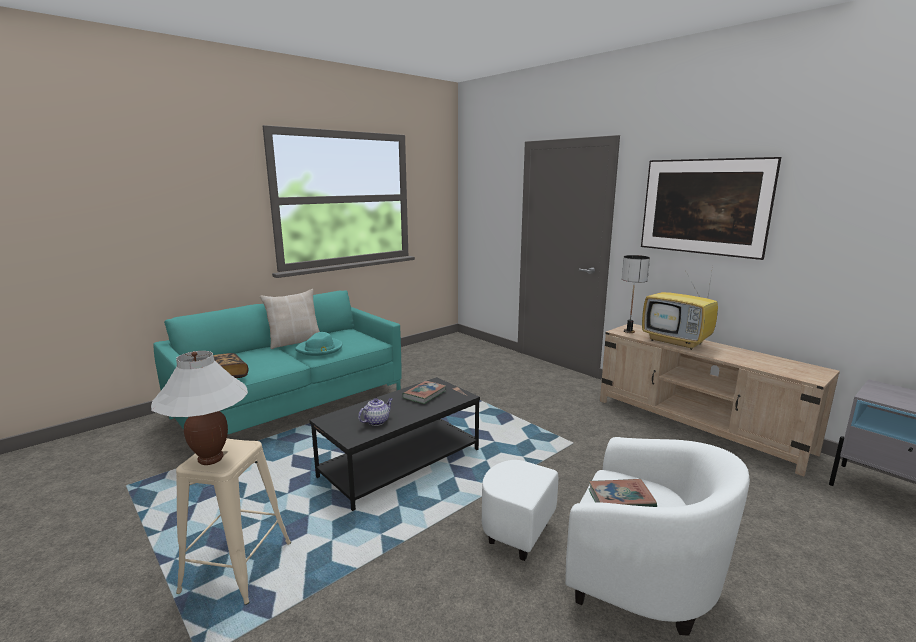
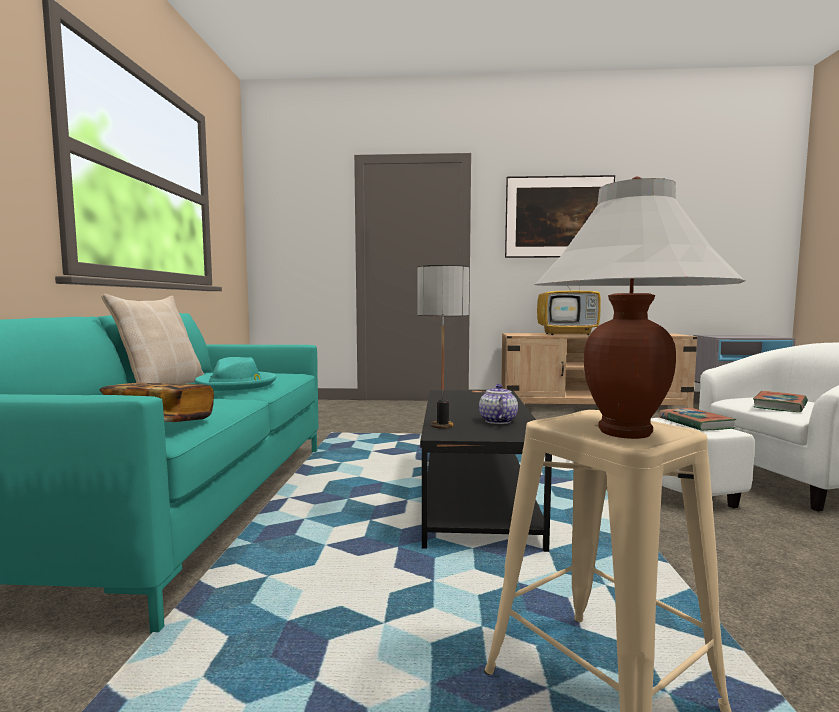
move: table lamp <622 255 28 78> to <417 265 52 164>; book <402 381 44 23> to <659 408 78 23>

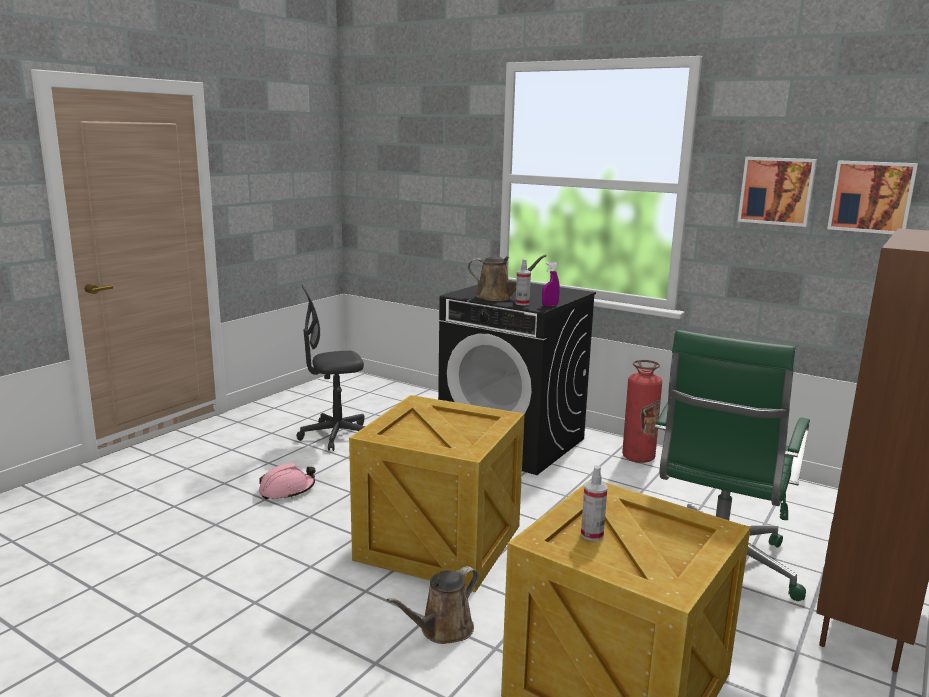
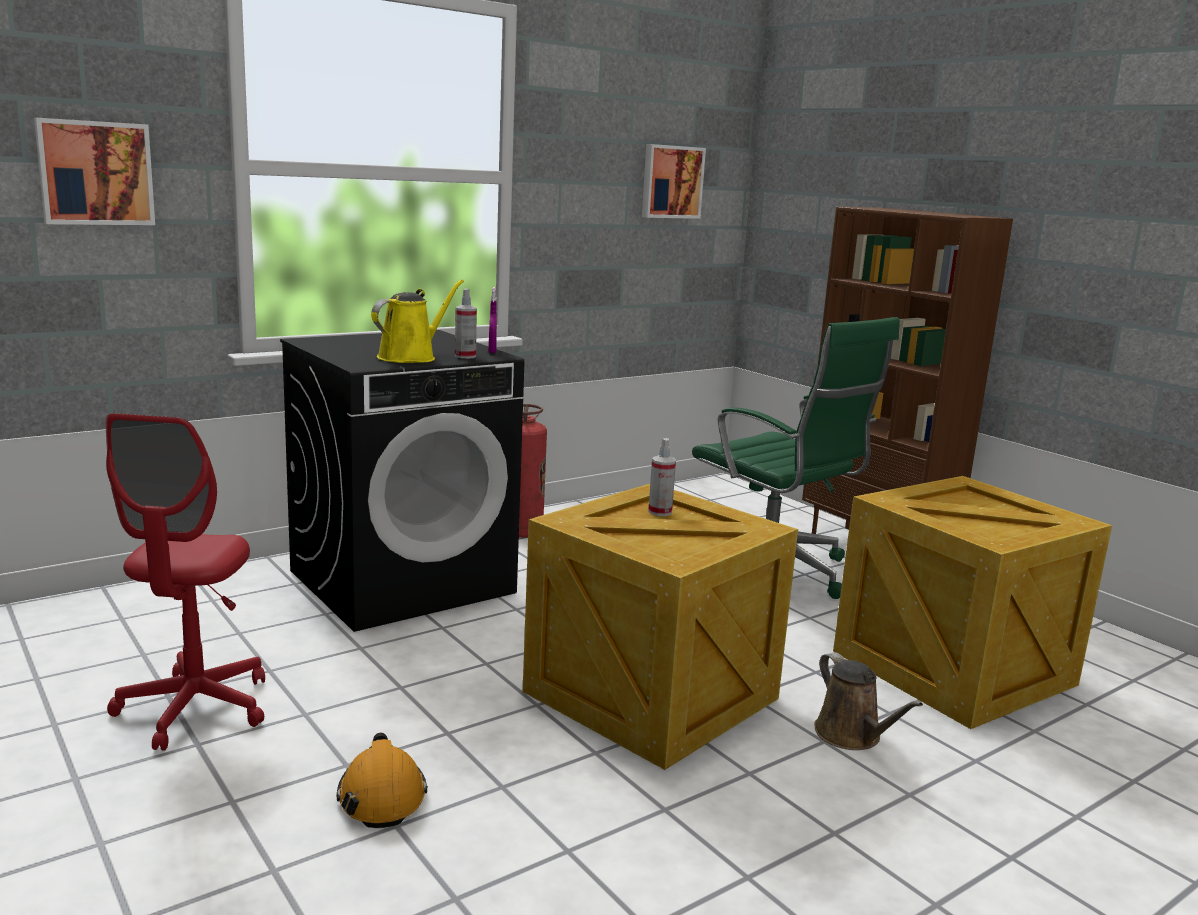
move: picture <738 157 79 70> to <34 118 121 107>; spray bottle <581 465 27 76> to <648 438 28 78>
recolor: grey office chair <297 285 68 166> to red office chair <105 413 160 338>; pink hard hat <259 463 56 37> to orange hard hat <336 732 92 96>; brown watering can <468 255 79 46> to yellow watering can <371 280 93 83>

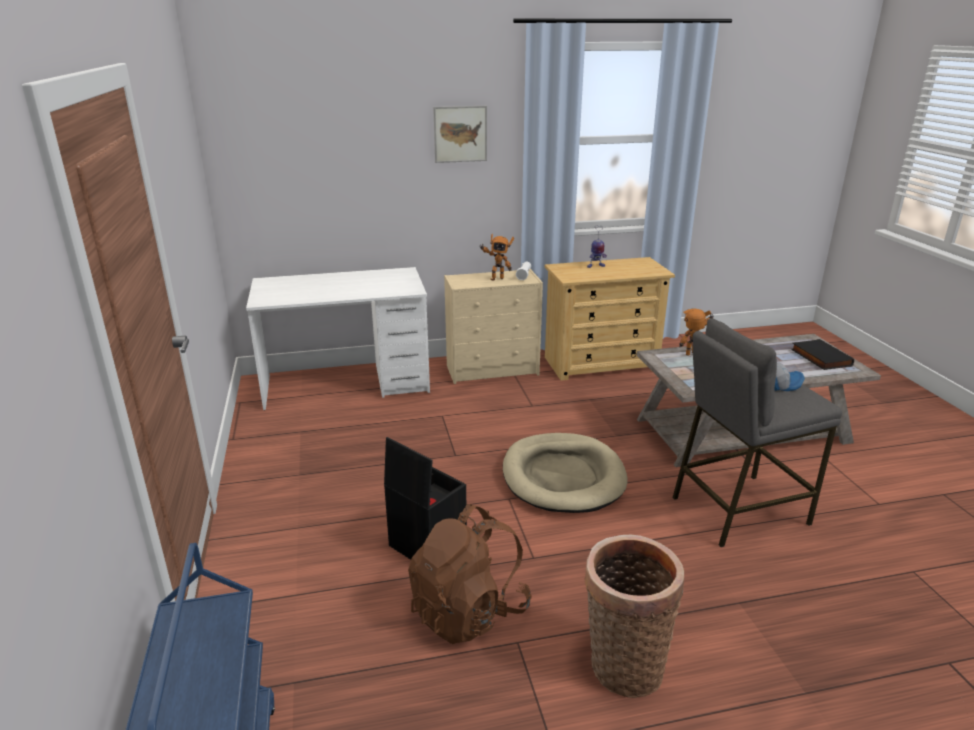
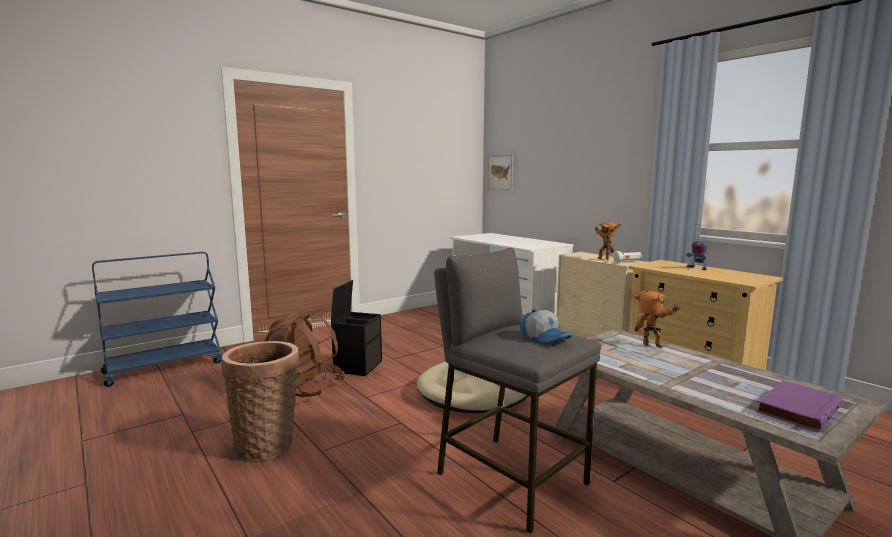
move: picture <433 106 54 57> to <488 155 25 35>
recolor: black book <791 339 63 31> to purple book <756 380 86 52>

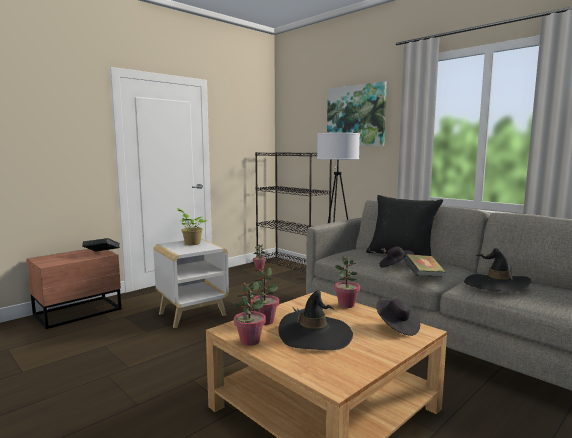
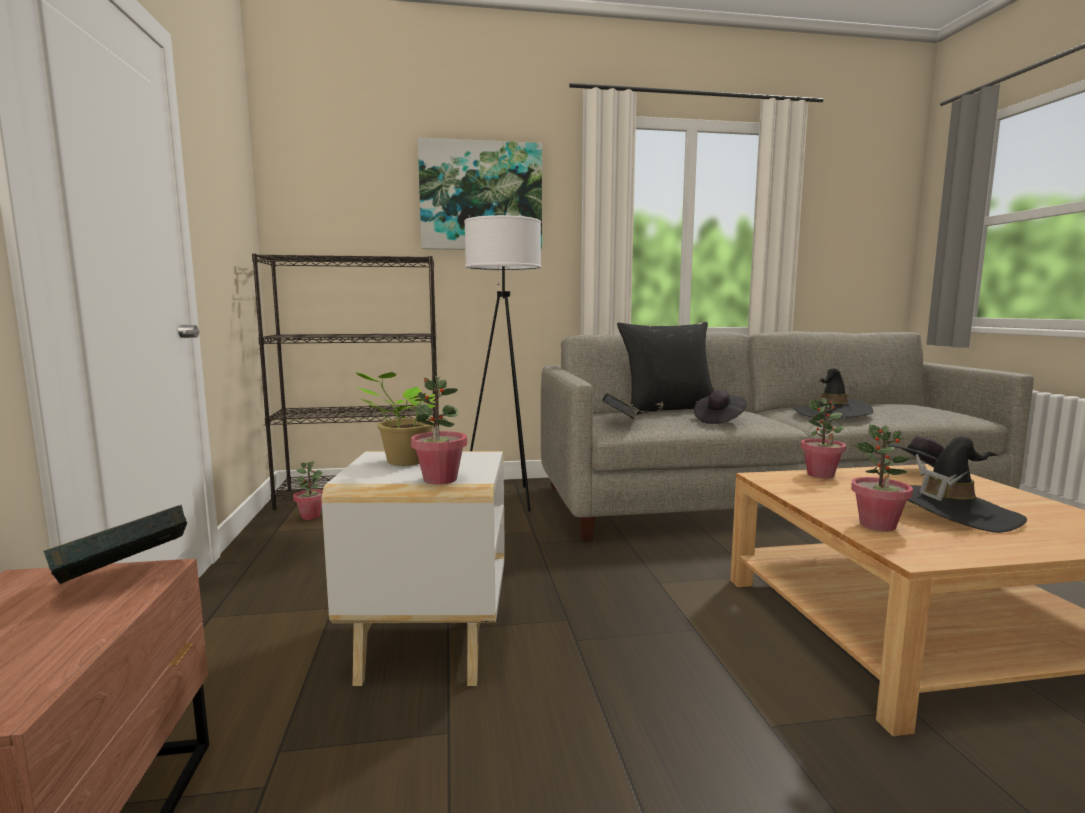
move: potted plant <234 281 32 65> to <411 375 56 110>; book <403 254 43 23> to <602 393 37 26>

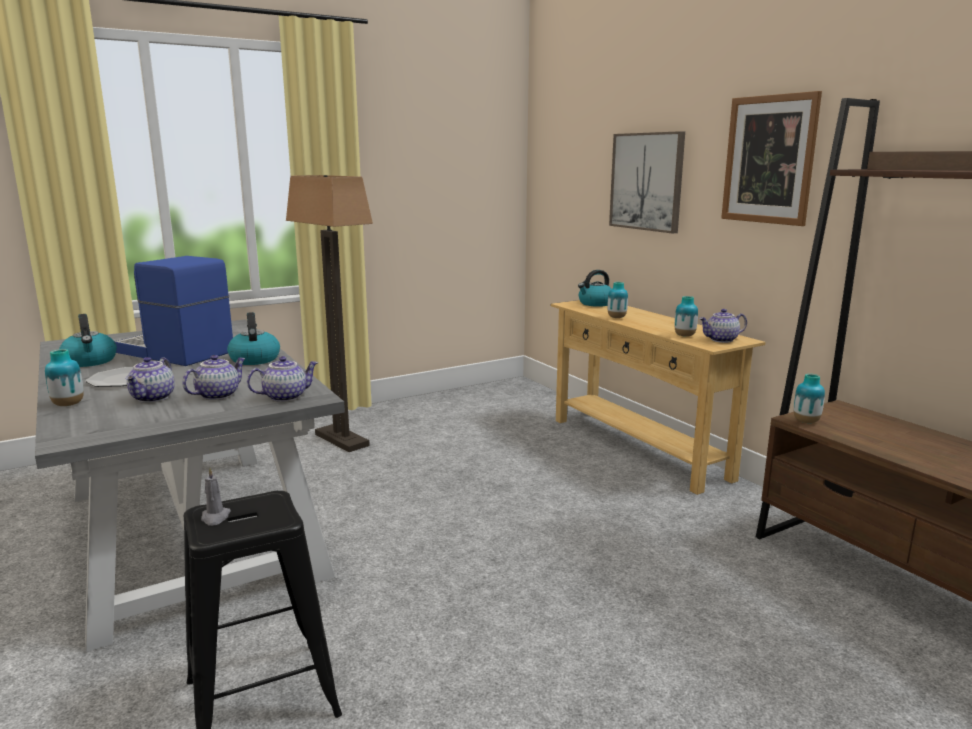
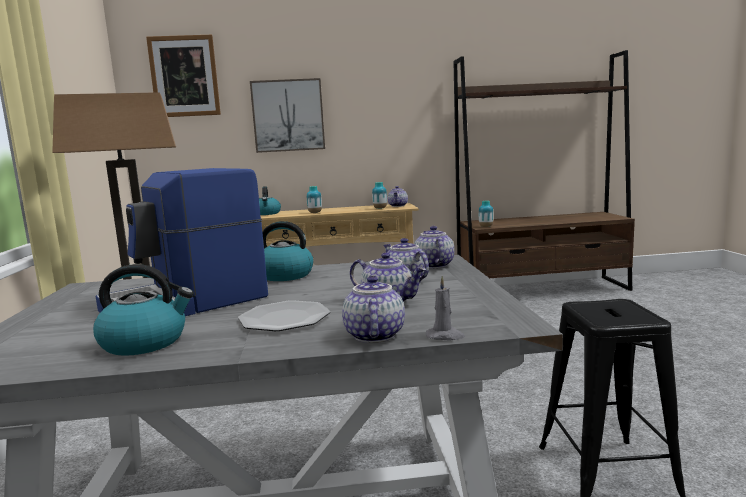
move: picture <721 91 101 135> to <146 35 75 82>; grey candle <201 468 30 58> to <426 276 39 64>
replace: vase <45 349 39 57> to teapot <342 276 63 67>

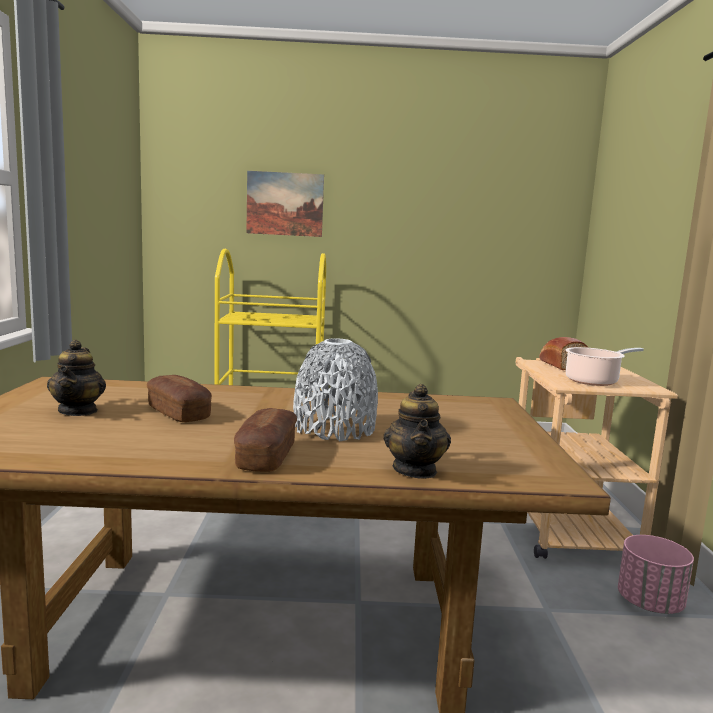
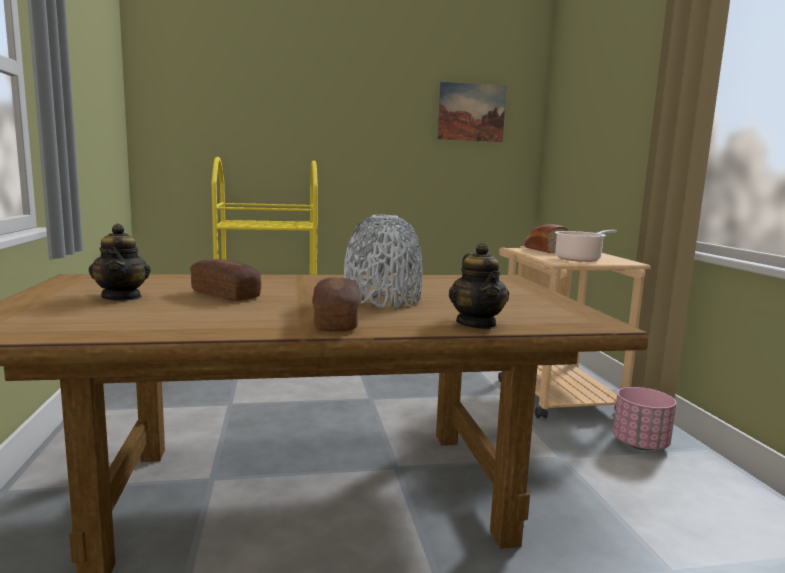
move: picture <246 171 78 66> to <437 82 70 60>

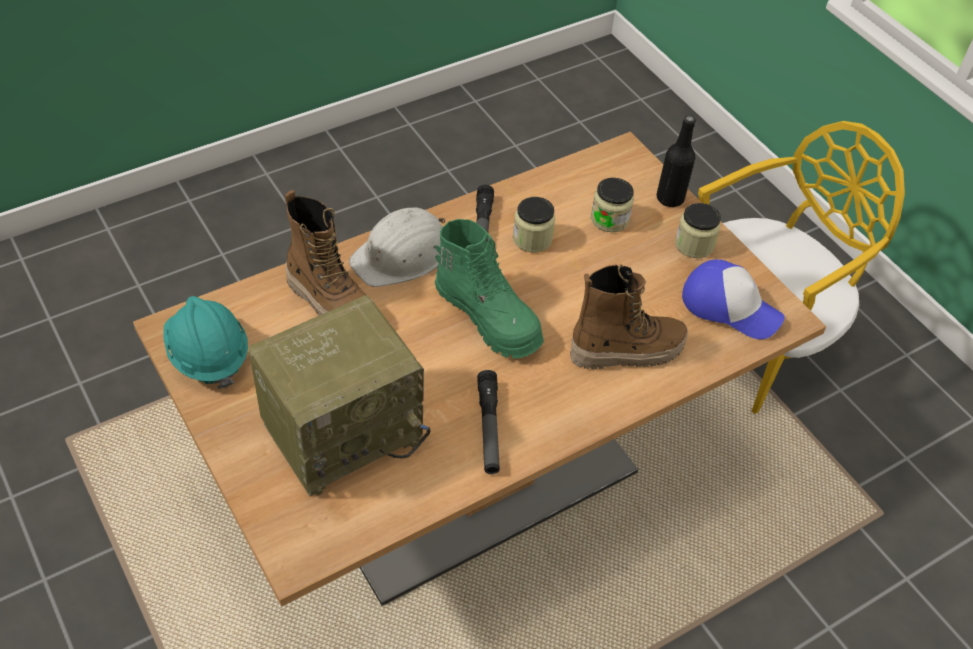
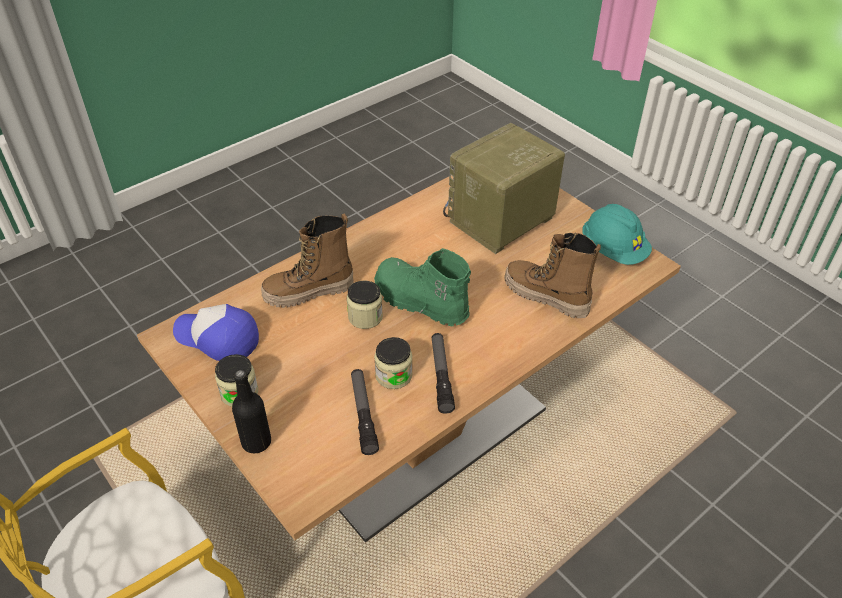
delete: white hard hat <349 208 96 79>
move: jar <591 178 43 54> to <347 281 36 48>; flashlight <477 370 23 104> to <351 369 28 86>

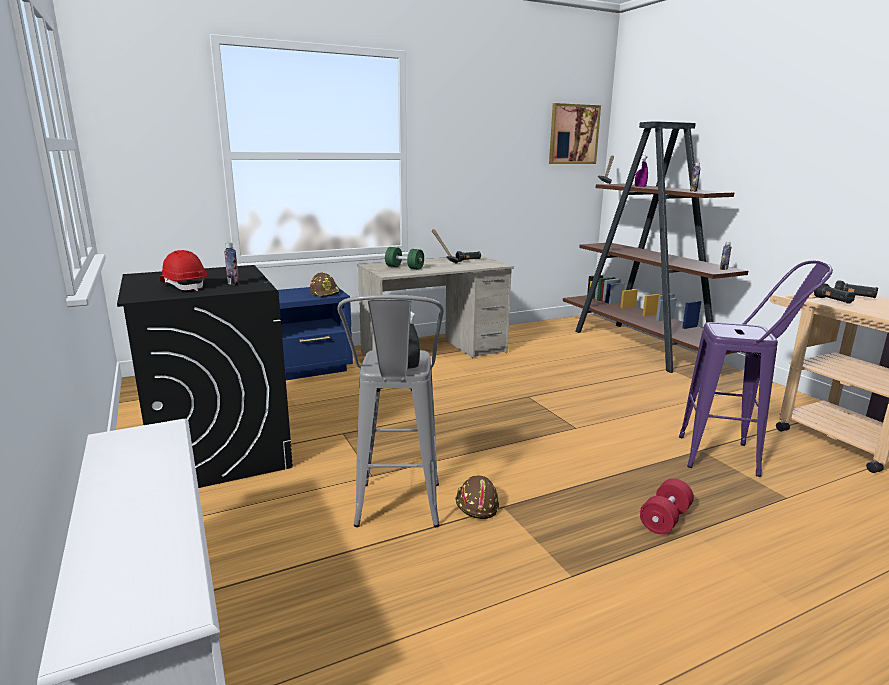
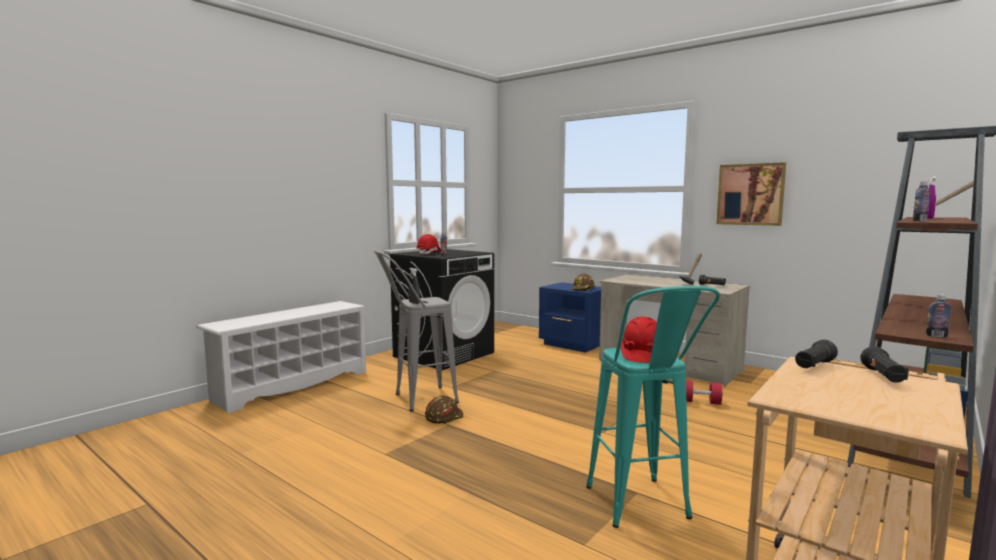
delete: green dumbbell <385 247 39 23>
insert: red hard hat <621 317 36 46>
move: red dumbbell <640 478 54 56> to <686 380 37 25>; picture <549 103 52 61> to <717 162 69 64>
recolor: purple stool <679 260 154 217> to turquoise stool <586 286 134 242>

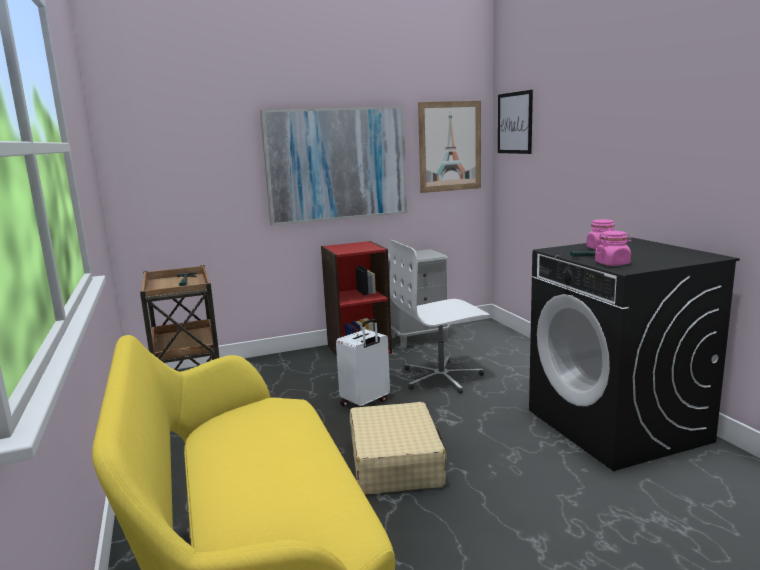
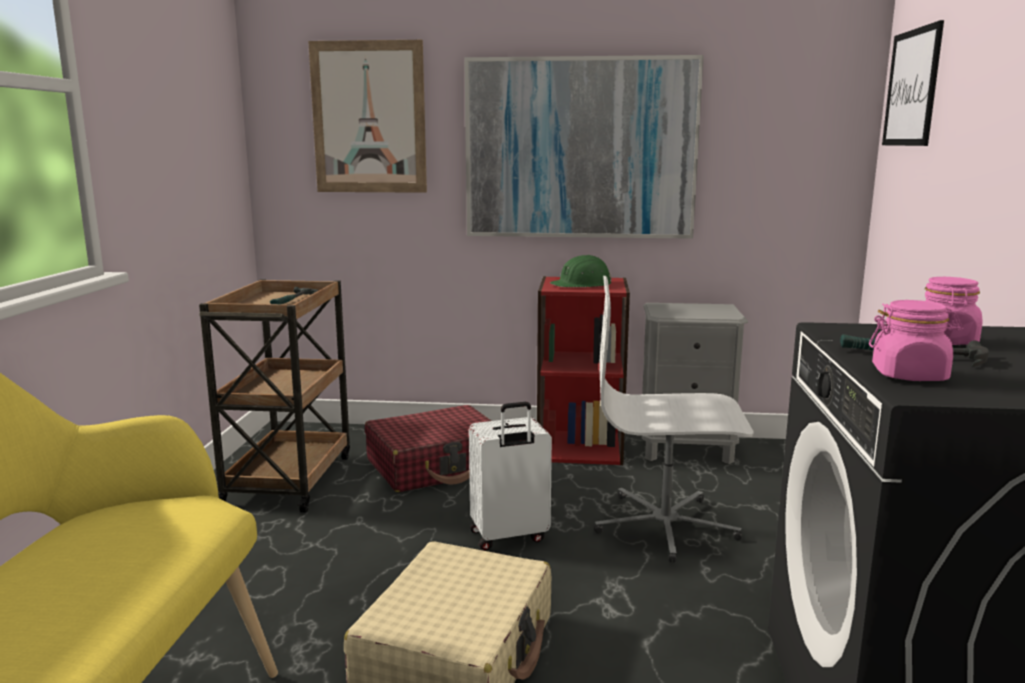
insert: red suitcase <365 405 126 87>; green hard hat <550 255 62 32>
move: picture <418 101 63 92> to <308 40 119 153>

